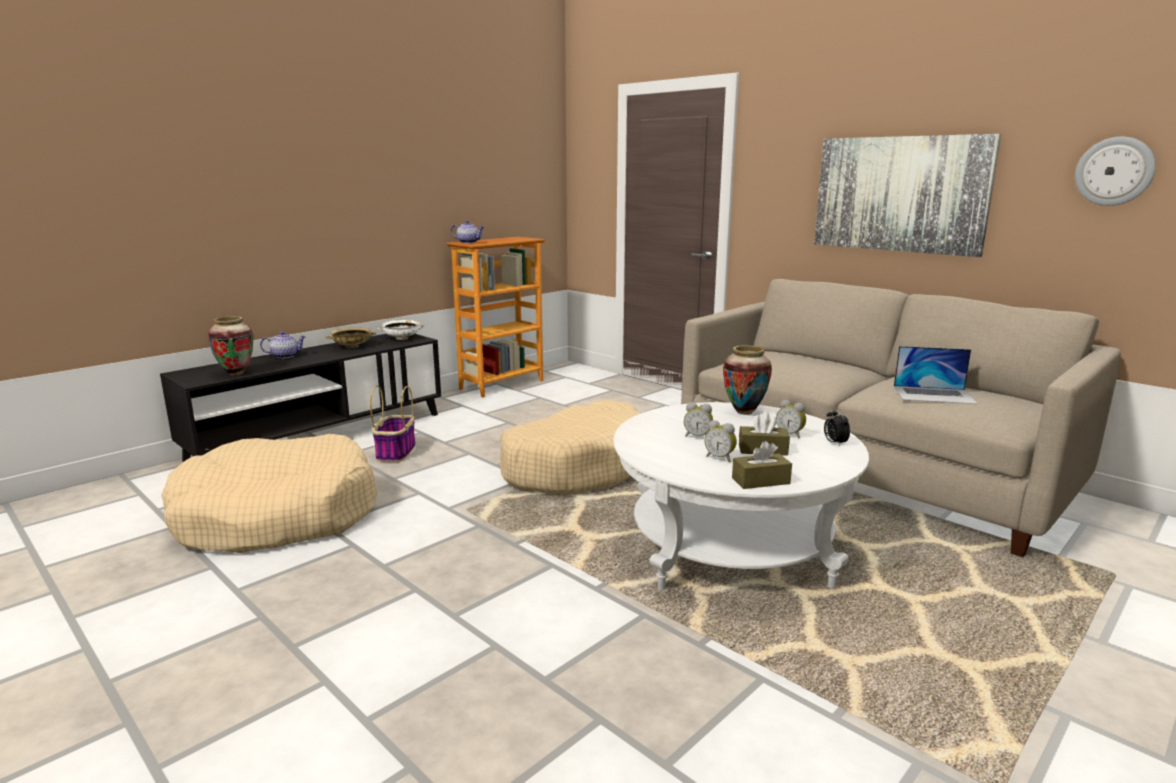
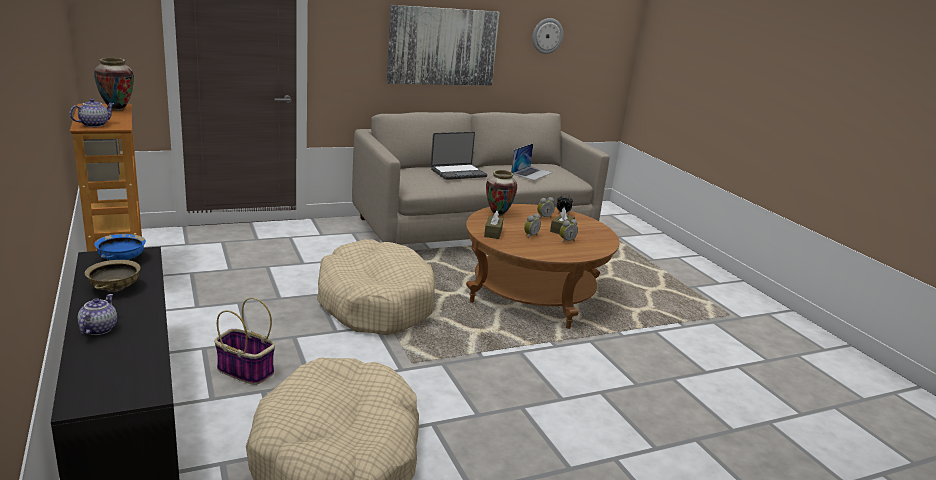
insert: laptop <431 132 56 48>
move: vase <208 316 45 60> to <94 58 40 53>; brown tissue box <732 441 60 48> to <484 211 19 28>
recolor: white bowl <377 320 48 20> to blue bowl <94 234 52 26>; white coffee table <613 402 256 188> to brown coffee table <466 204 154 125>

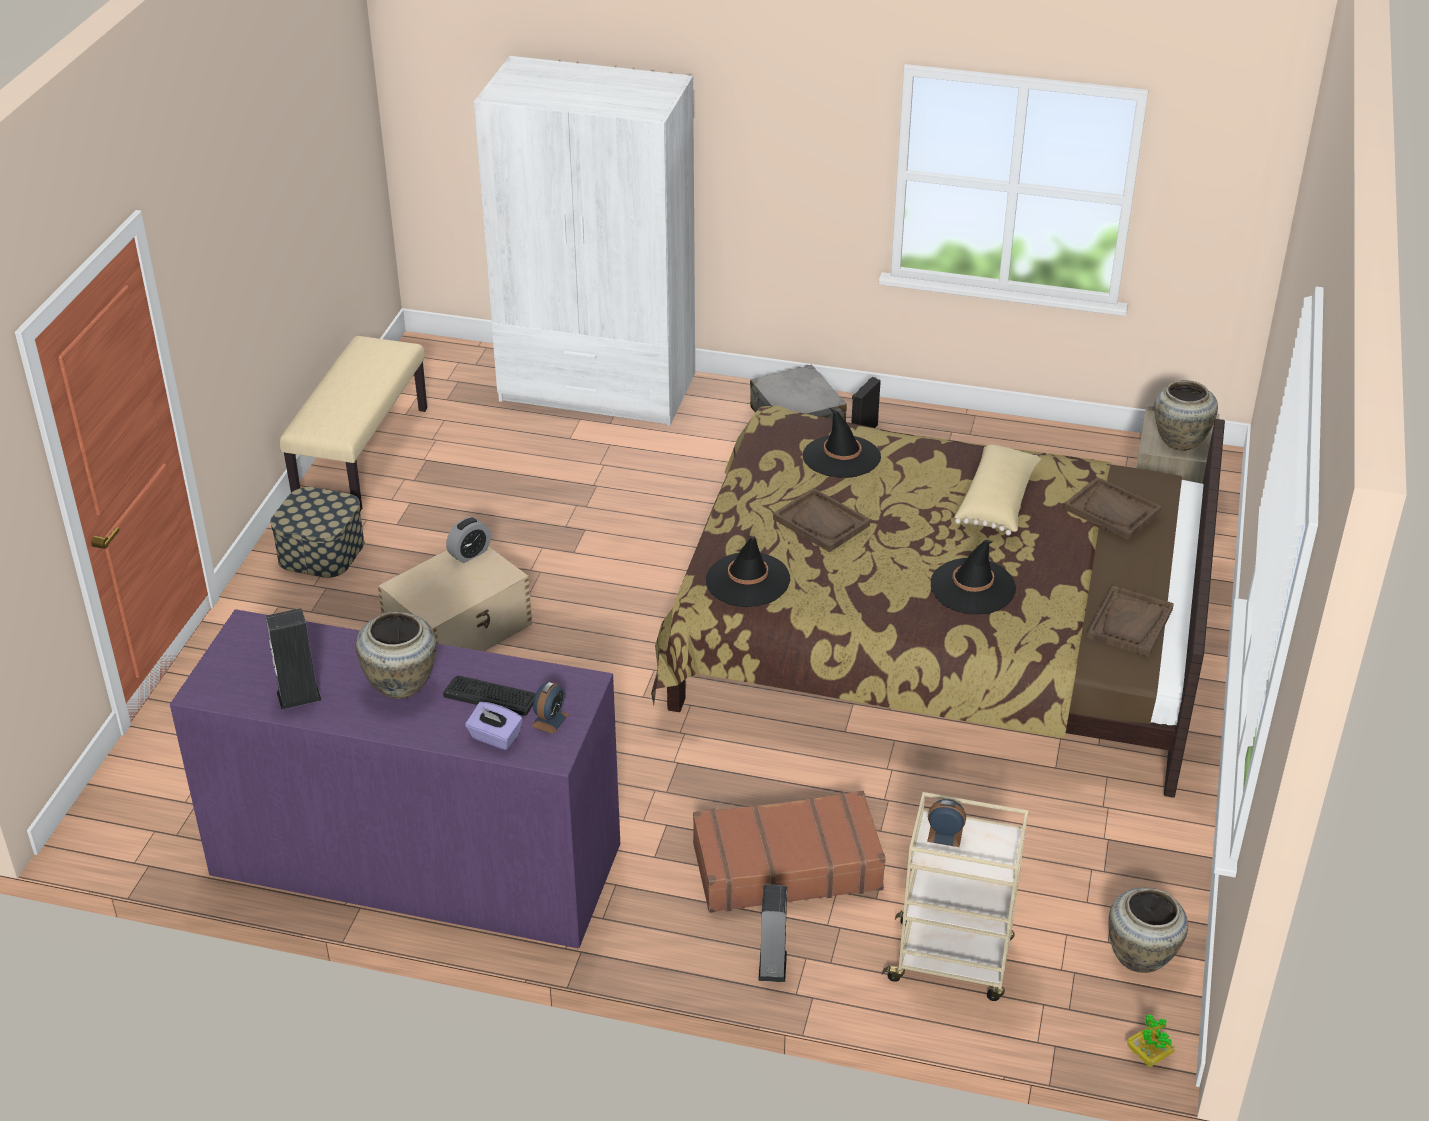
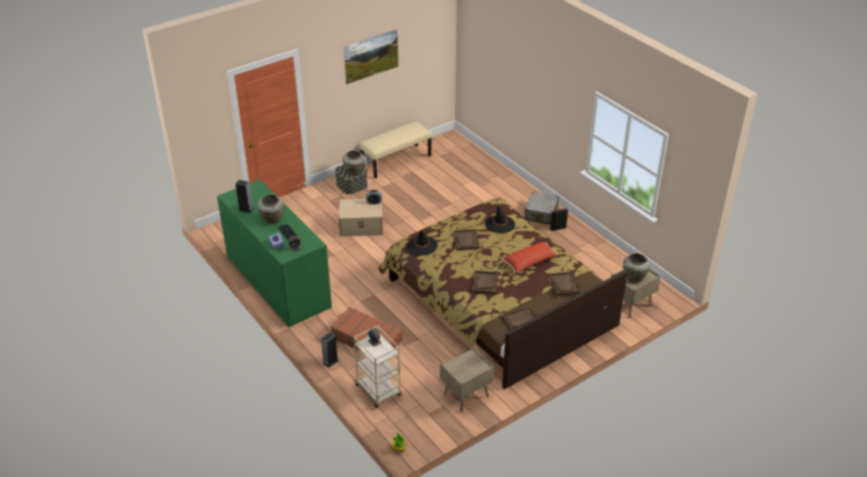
delete: white wardrobe <474 56 221 370>
insert: picture <344 30 54 54>; beige nightstand <440 347 54 65>
move: beige vase <1108 887 80 86> to <343 150 22 25>
replace: black hat <931 540 85 74> to brown tray <472 270 26 24>
recolor: purple dresser <170 609 450 339> to green dresser <217 180 115 147>; beige pillow <955 444 86 92> to red pillow <502 242 56 31>

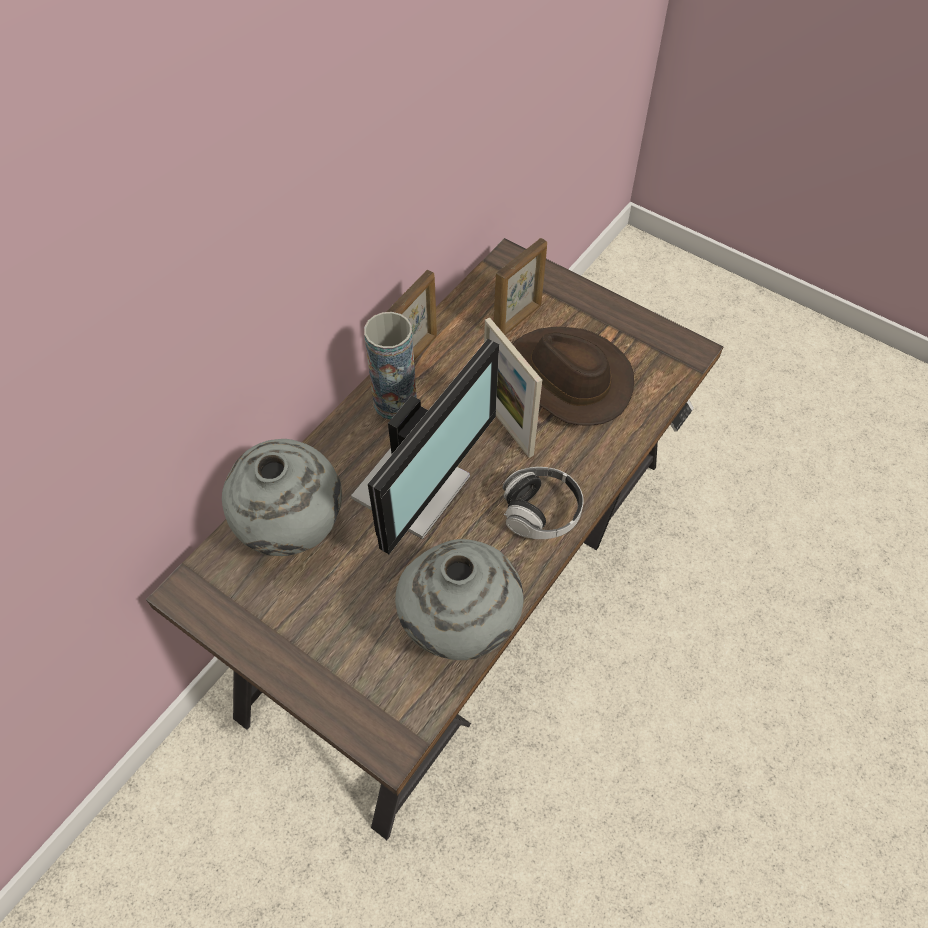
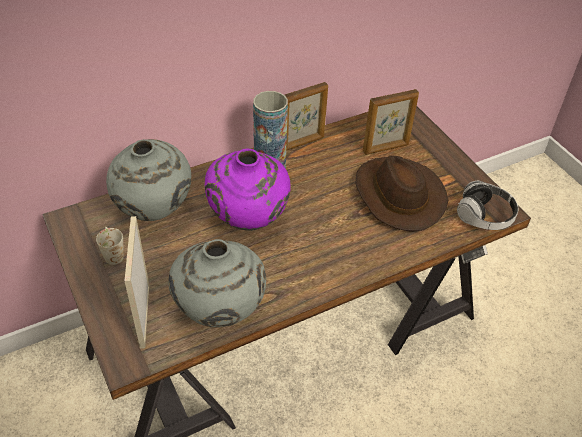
insert: white mug <96 227 28 38>
move: picture frame <484 318 58 140> to <124 216 26 133>; headphones <503 467 81 72> to <457 181 62 49>
replace: monitor <351 339 148 215> to purple vase <205 149 85 82>

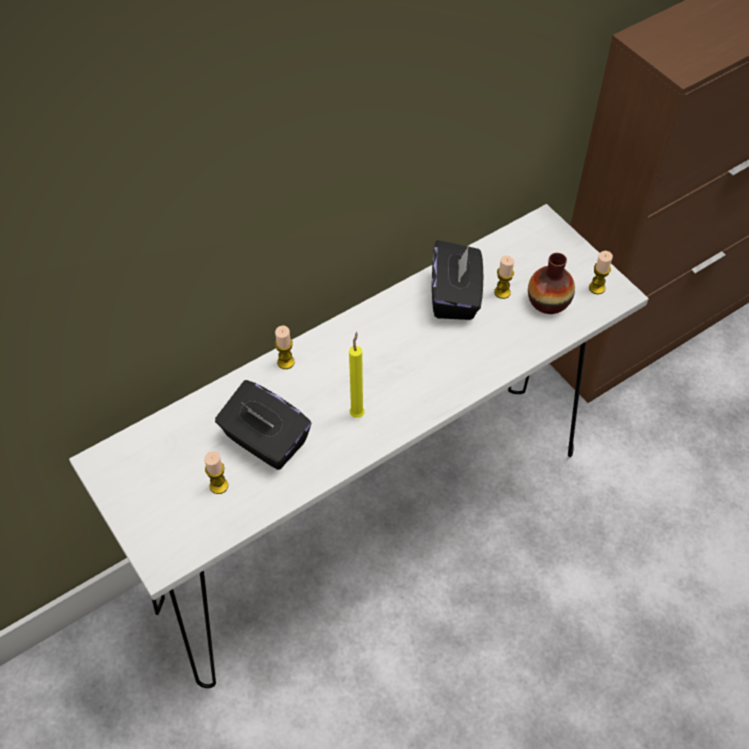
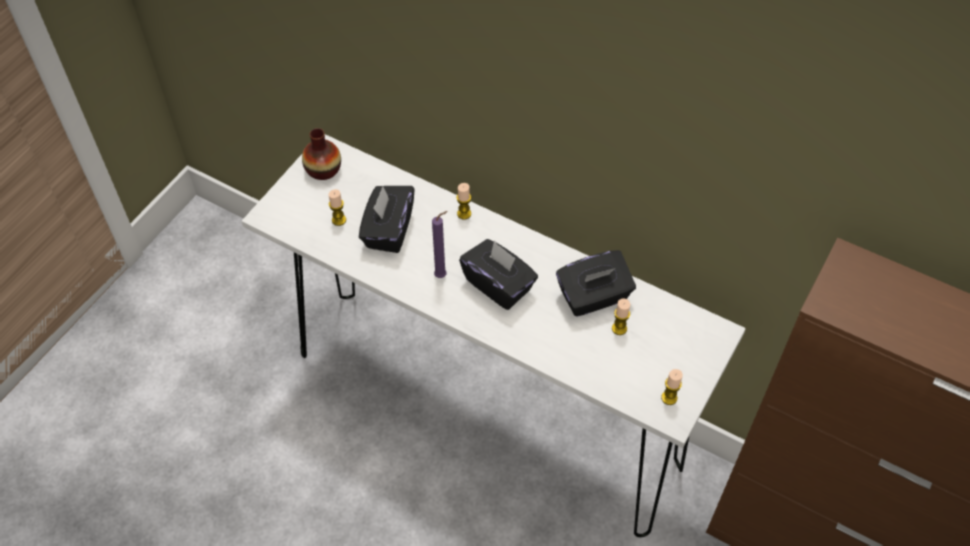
insert: black tissue box <459 239 79 71>
move: vase <528 253 47 61> to <302 128 39 52>
recolor: yellow candle <349 332 16 86> to purple candle <432 211 16 67>

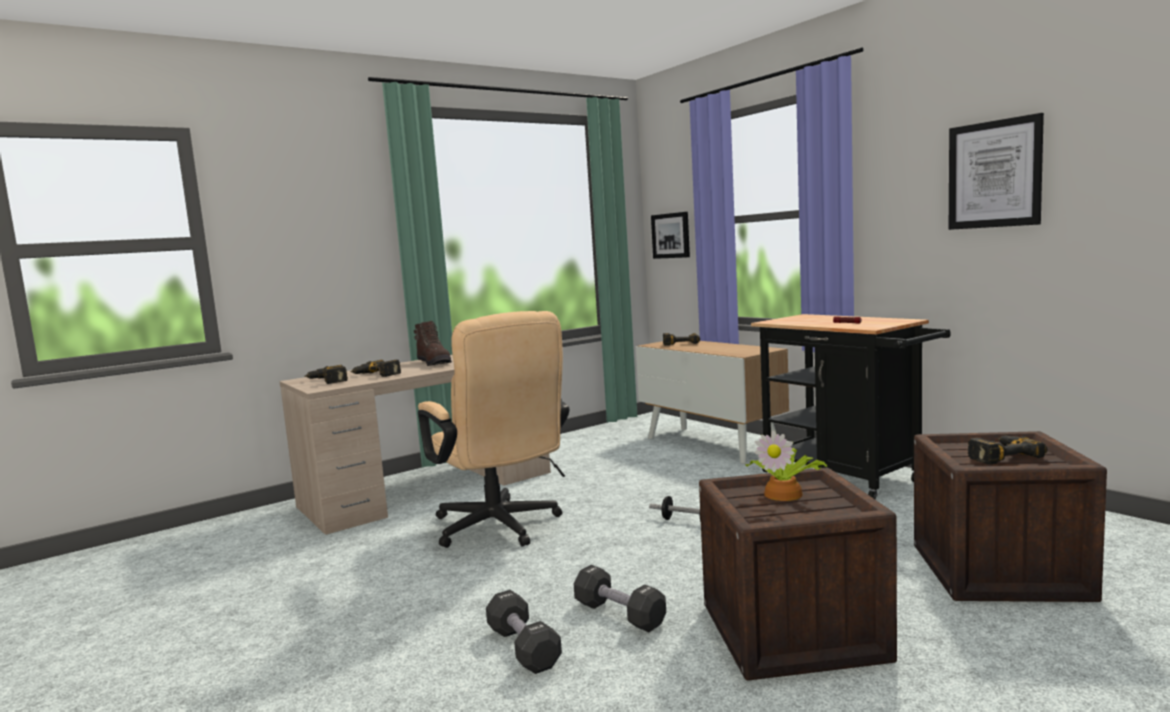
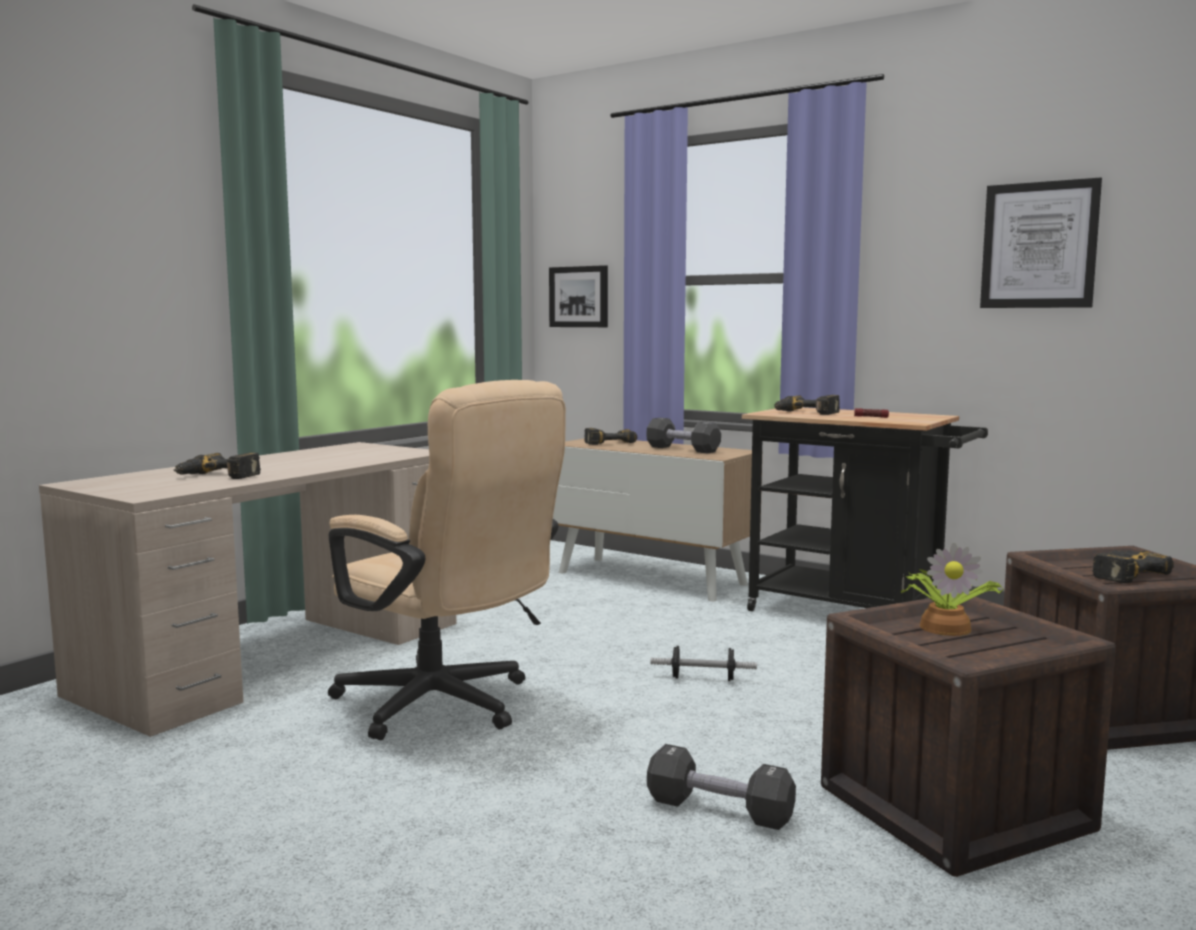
delete: brown boot <414 321 38 45>
move: black dumbbell <486 590 76 84> to <647 418 74 36>; power drill <304 365 44 19> to <774 395 66 20>

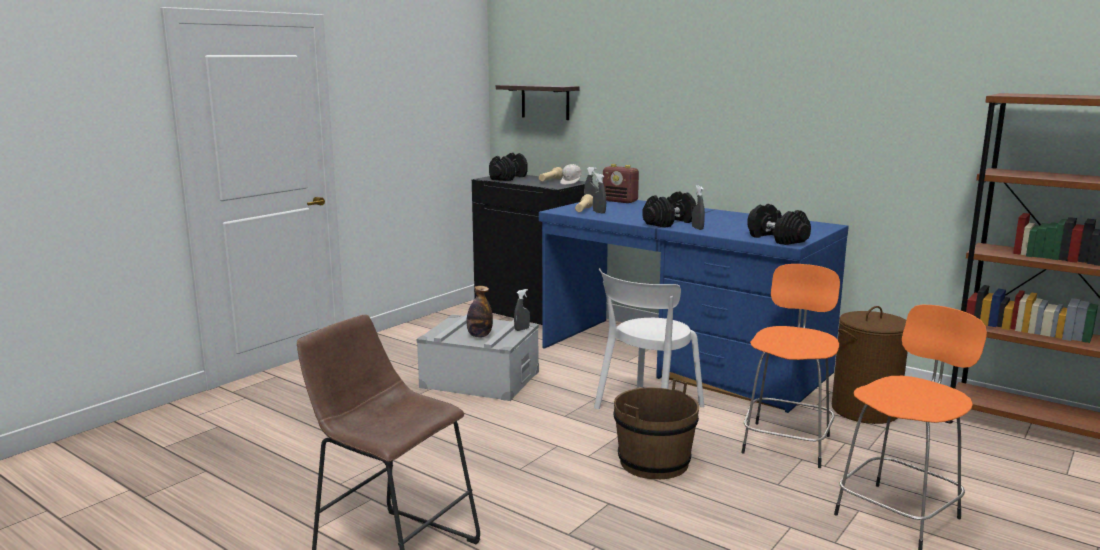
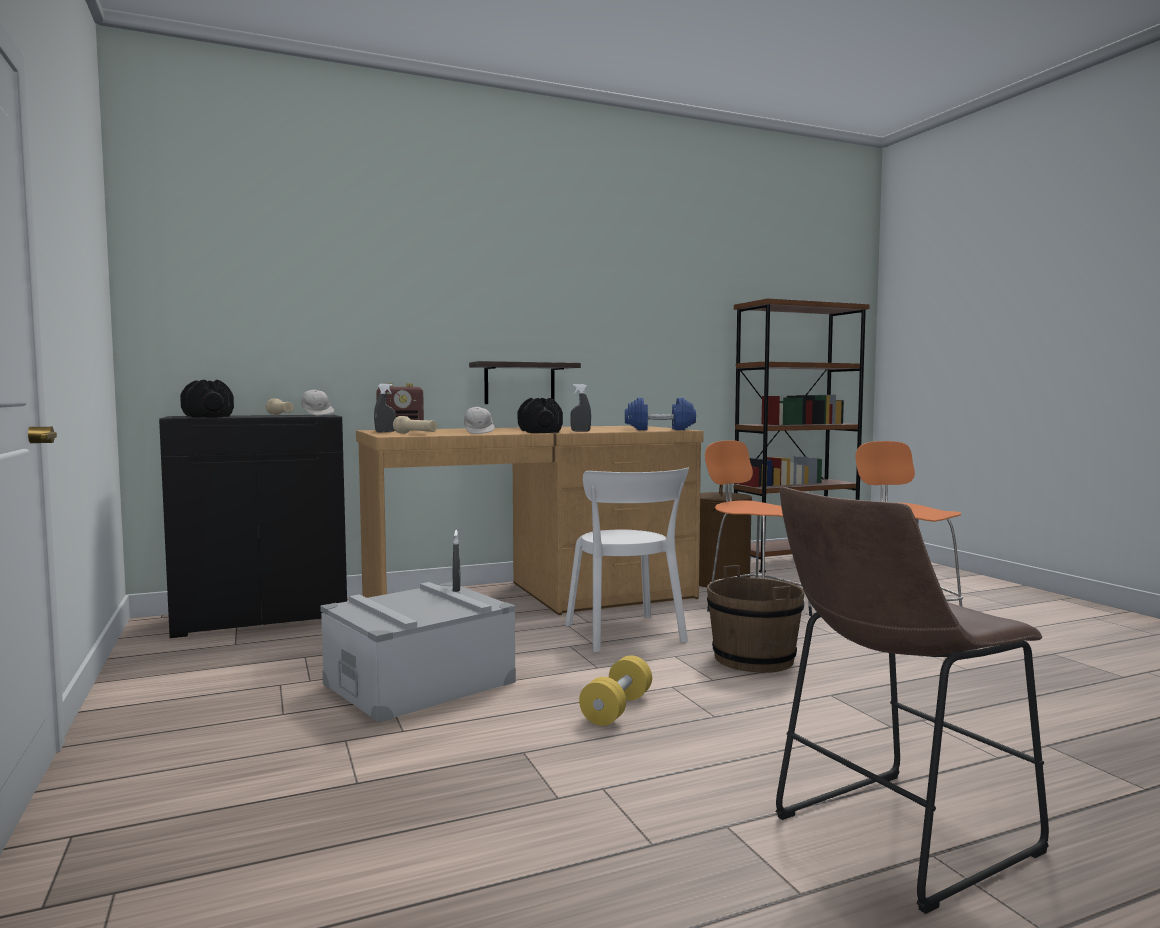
delete: bottle <467 286 26 52>; grey spray bottle <593 174 13 40>
insert: white cap <464 407 31 27>; yellow dumbbell <579 655 73 71>
move: shelf <496 84 84 36> to <469 361 112 43>
recolor: blue desk <539 200 310 213> to brown desk <356 426 348 189>; black dumbbell <747 204 64 41> to blue dumbbell <625 398 71 32>

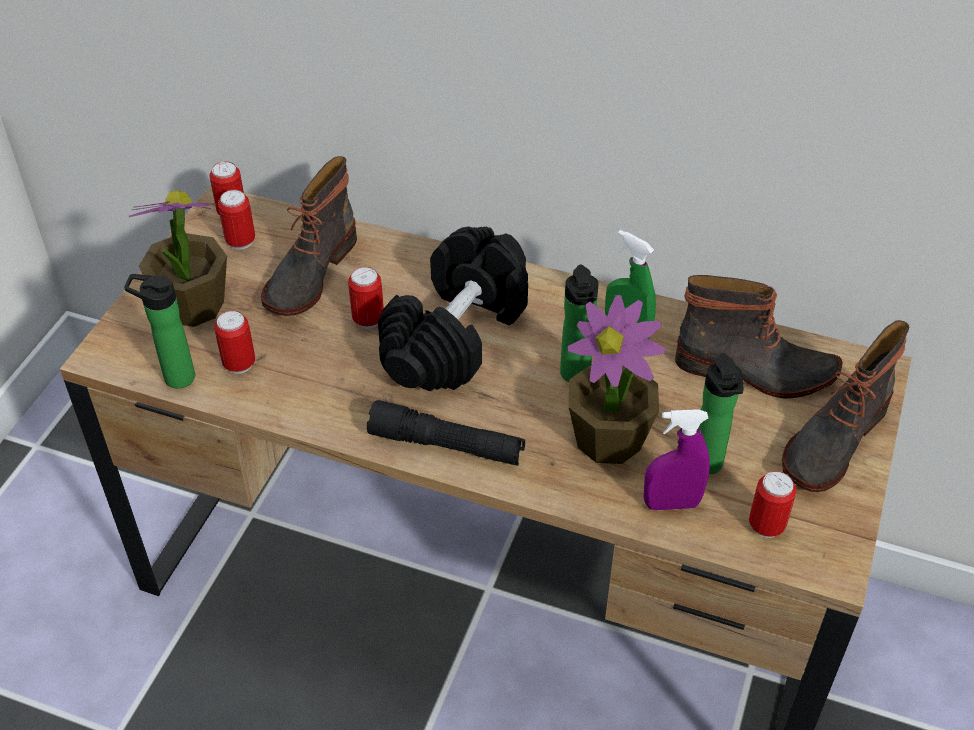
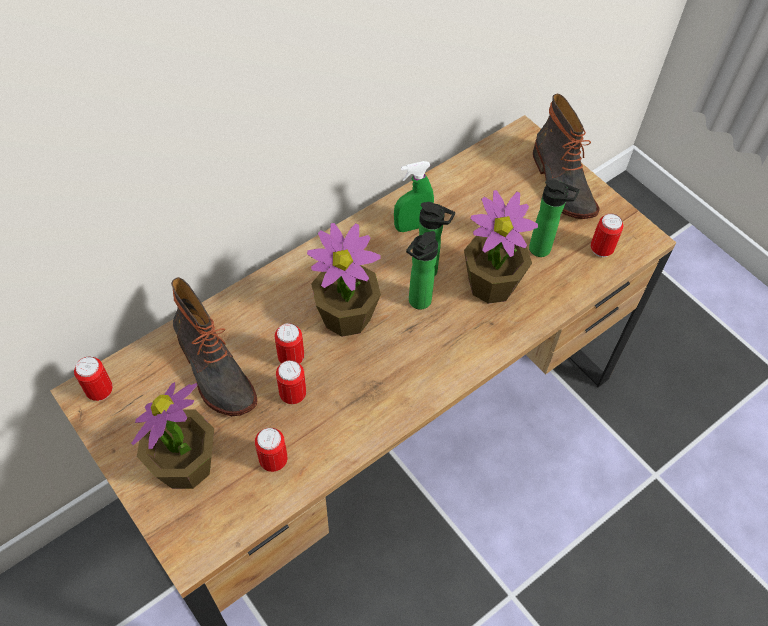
delete: black flashlight <367 400 158 66>; purple spray bottle <644 409 66 102>; boot <675 275 168 123>
move: can <218 190 37 60> to <276 360 30 44>; bottle <124 274 71 115> to <406 231 32 79>
replace: black dumbbell <378 226 150 165> to potted plant <307 223 74 114>

